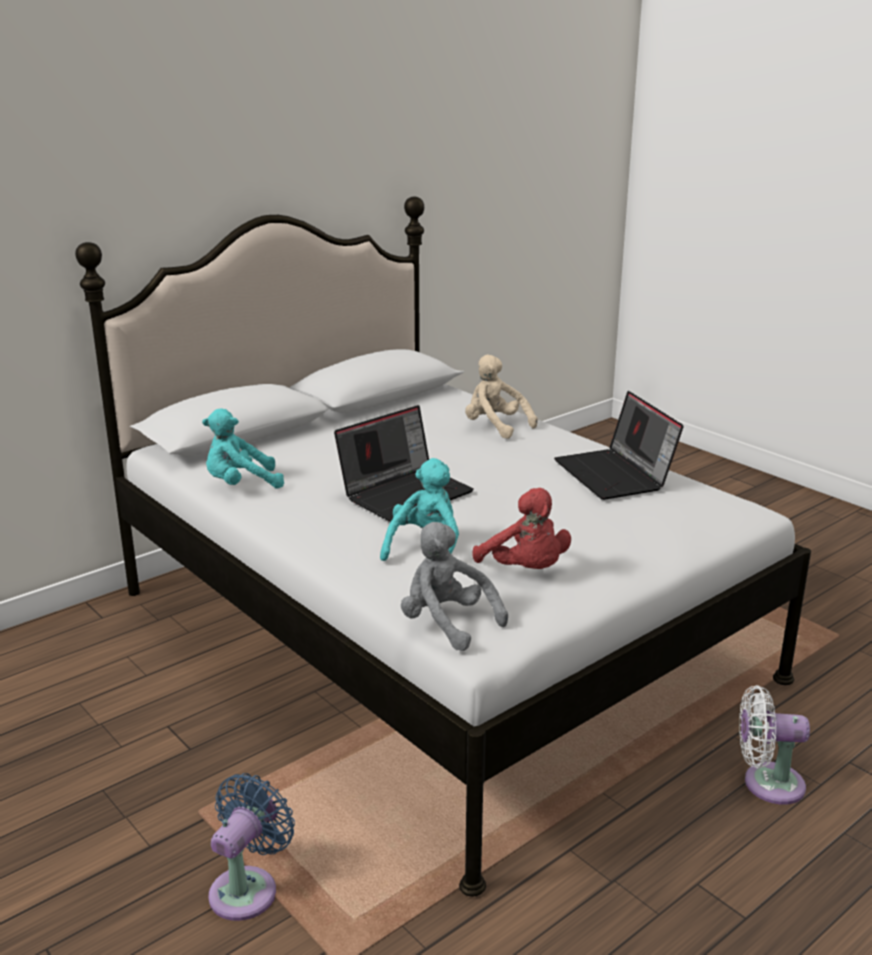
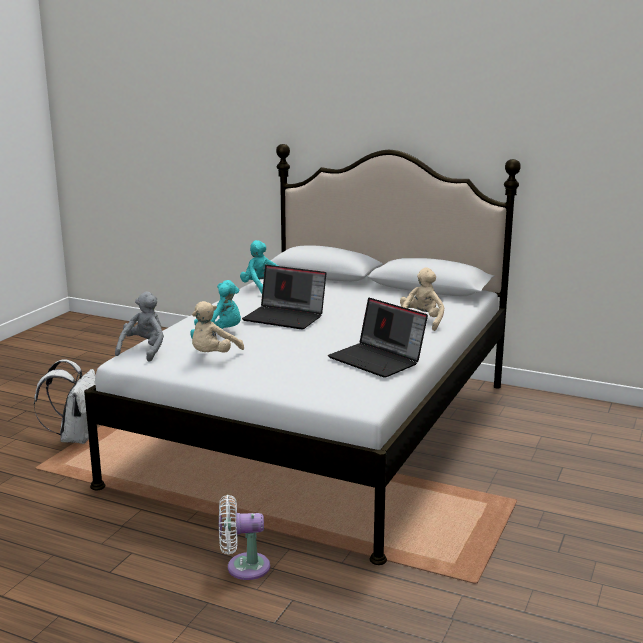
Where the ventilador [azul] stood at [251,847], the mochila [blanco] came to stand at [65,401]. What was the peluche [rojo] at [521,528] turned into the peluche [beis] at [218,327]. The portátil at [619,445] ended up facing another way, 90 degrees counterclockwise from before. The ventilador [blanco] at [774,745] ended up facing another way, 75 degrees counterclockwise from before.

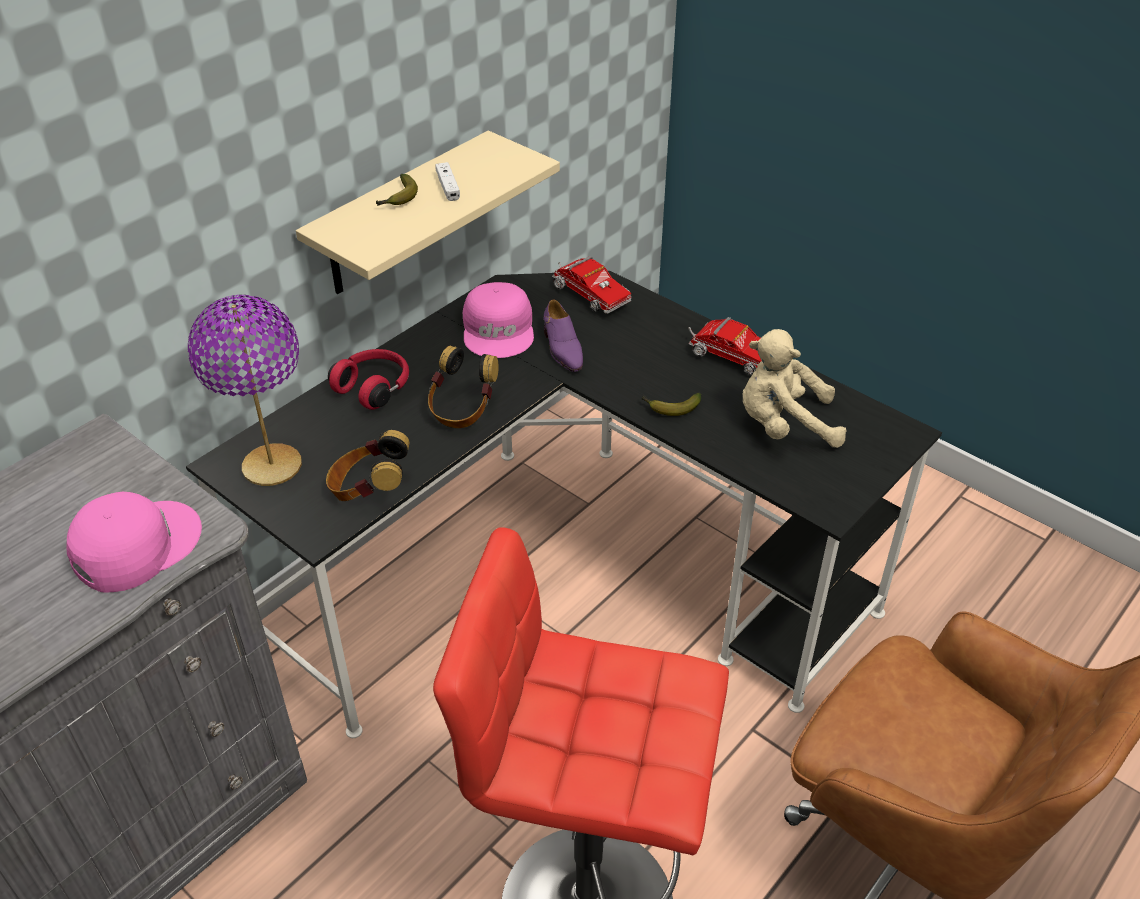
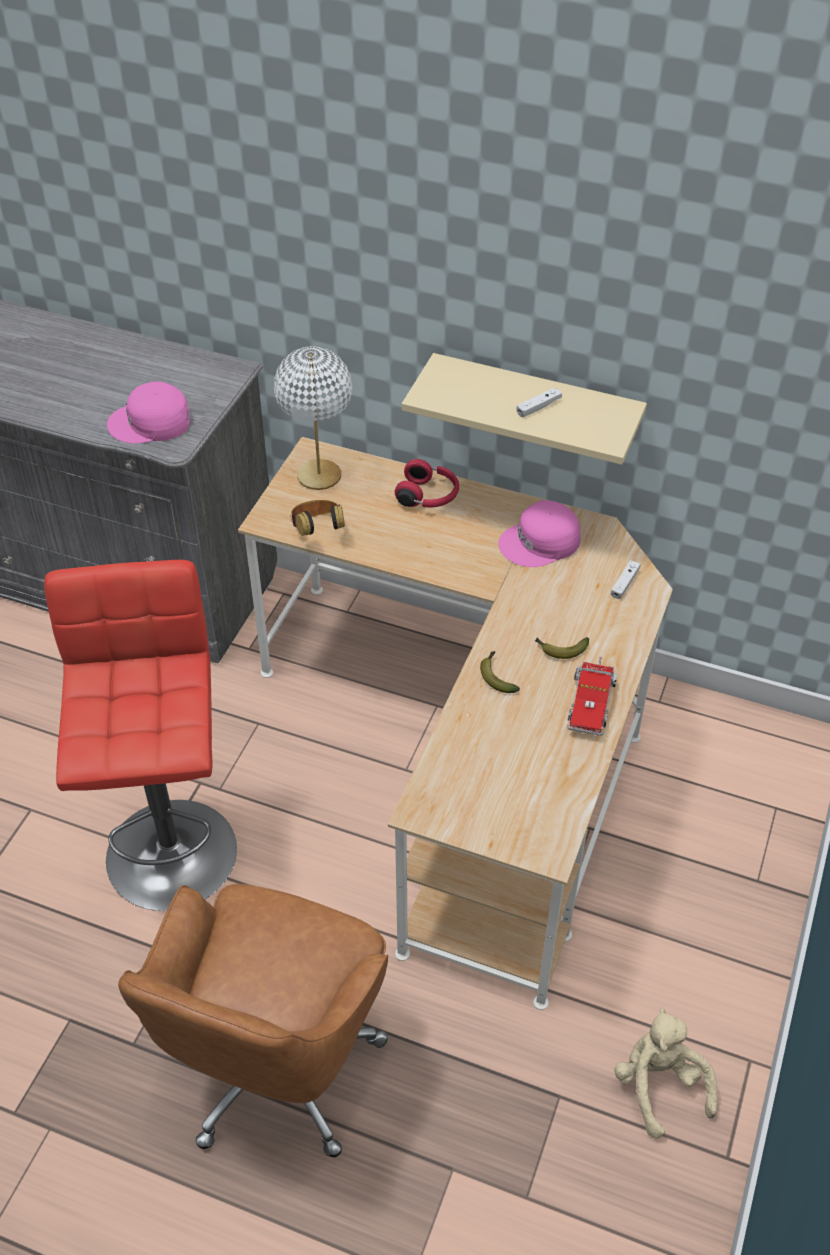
The second view lost the auriculares at [463,387]. The second view lost the zapato [morado] at [563,335]. The plátano ended up elsewhere, having gone from [397,190] to [562,648]. The peluche [beis] ended up elsewhere, having gone from [794,388] to [666,1073]. Where the camión de juguete stood at [591,285], the mando de consola [blanco] came to stand at [625,579]. What was the escritorio [negro] at [564,504] turned into the escritorio [beis] at [455,723]. What was the lámpara de mesa [morado] at [245,390] turned into the lámpara de mesa [blanco] at [313,418]. The gorra [rosa] at [134,542] ended up facing another way, 150 degrees clockwise from before.

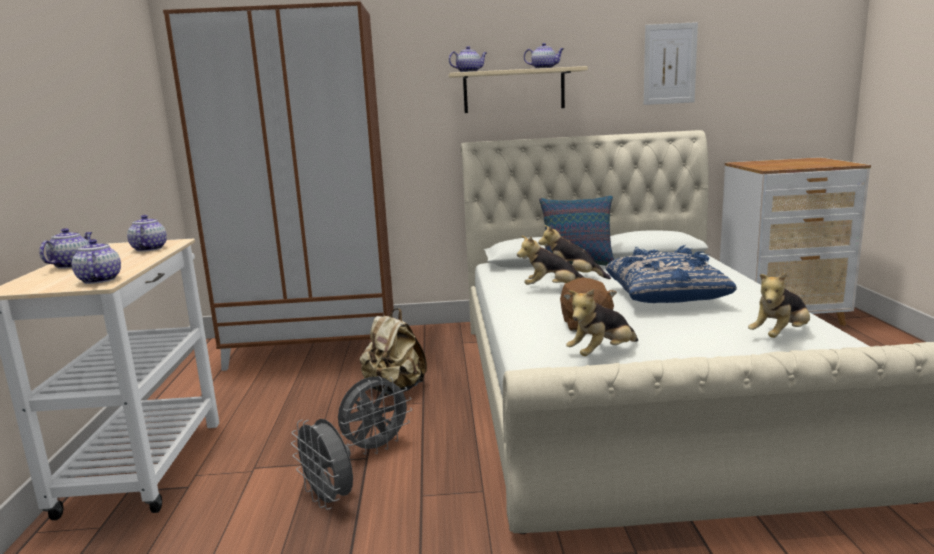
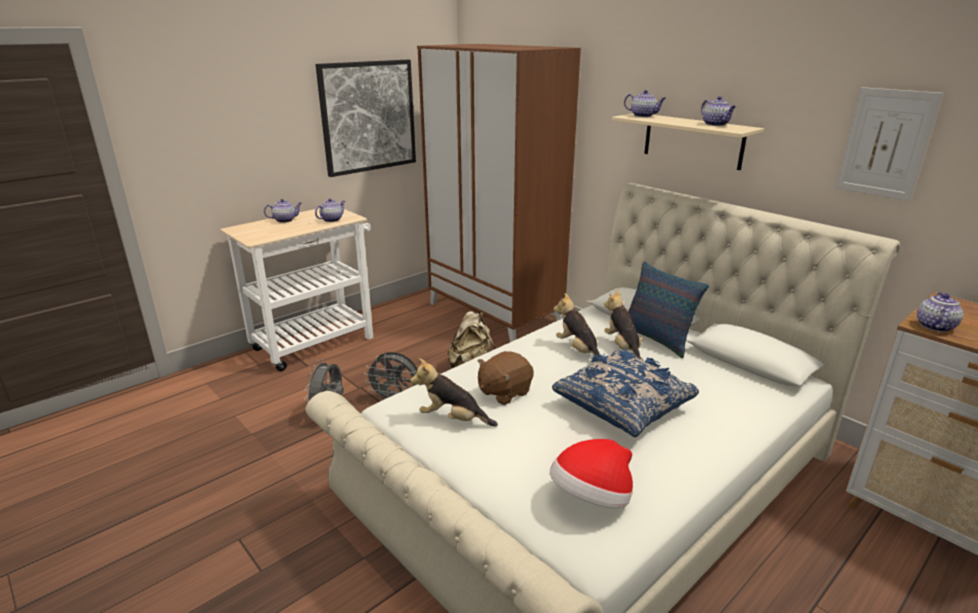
The second view gained the cuadro at [365,118]. The tetera ended up elsewhere, having gone from [96,261] to [940,312]. Where the peluche stood at [779,305], the sombrero came to stand at [591,473].

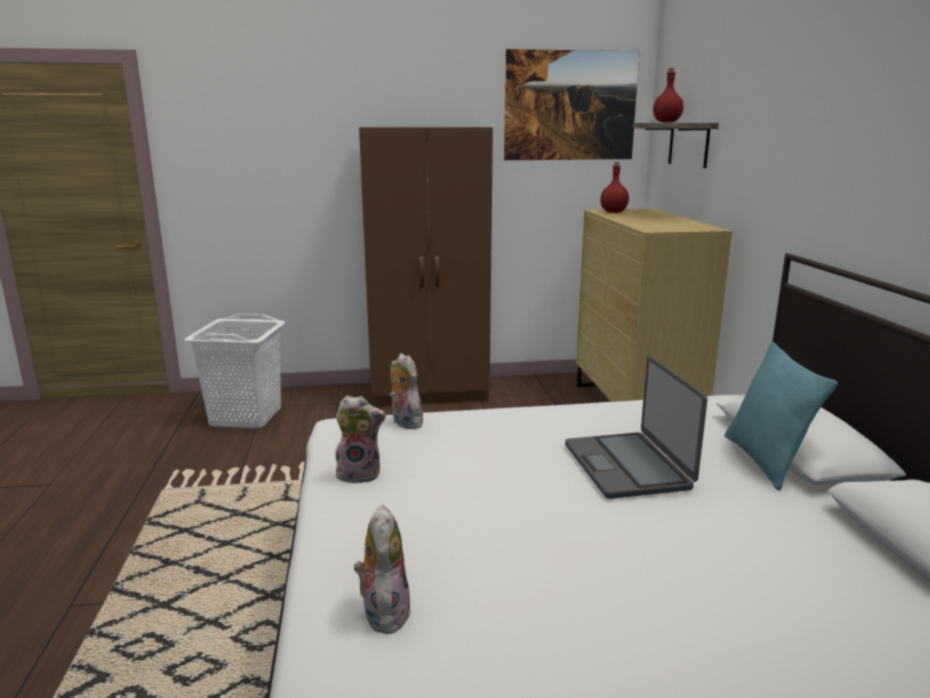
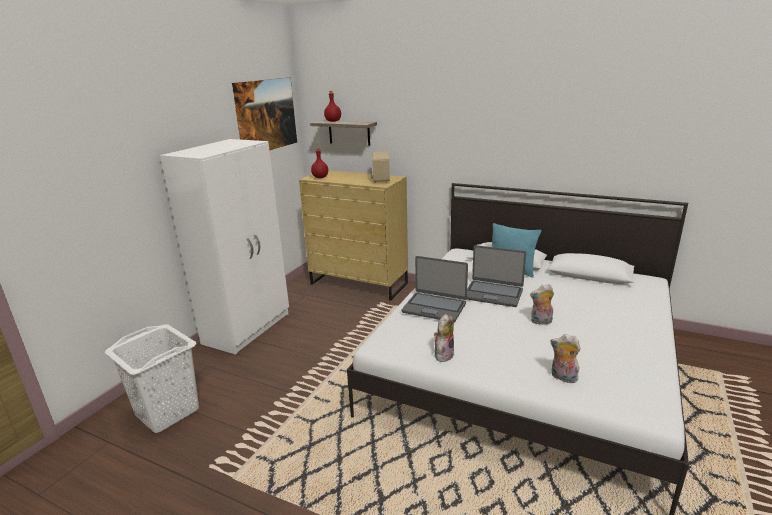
The second view gained the radio at [380,167]. The second view gained the portátil at [434,289]. The peluche ended up elsewhere, having gone from [406,391] to [542,304]. What was the armario ropero [marrón] at [426,267] turned into the armario ropero [blanco] at [224,247].

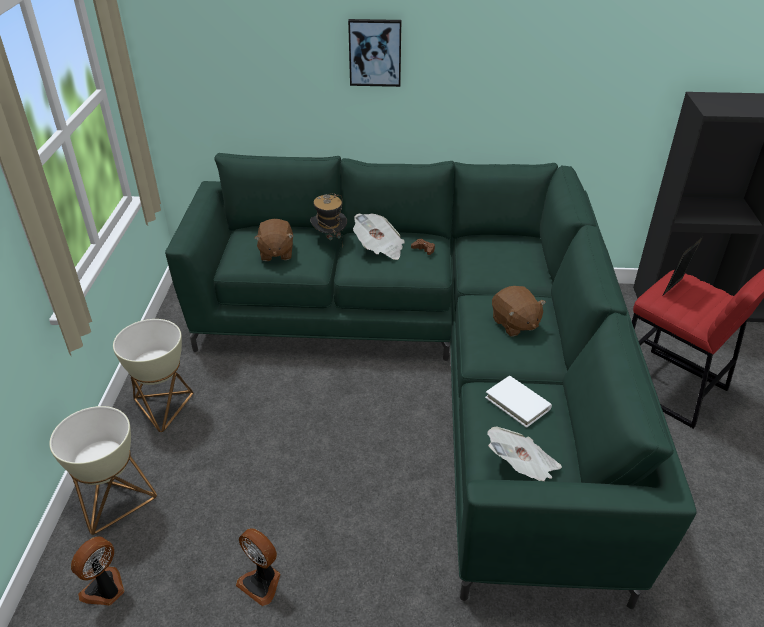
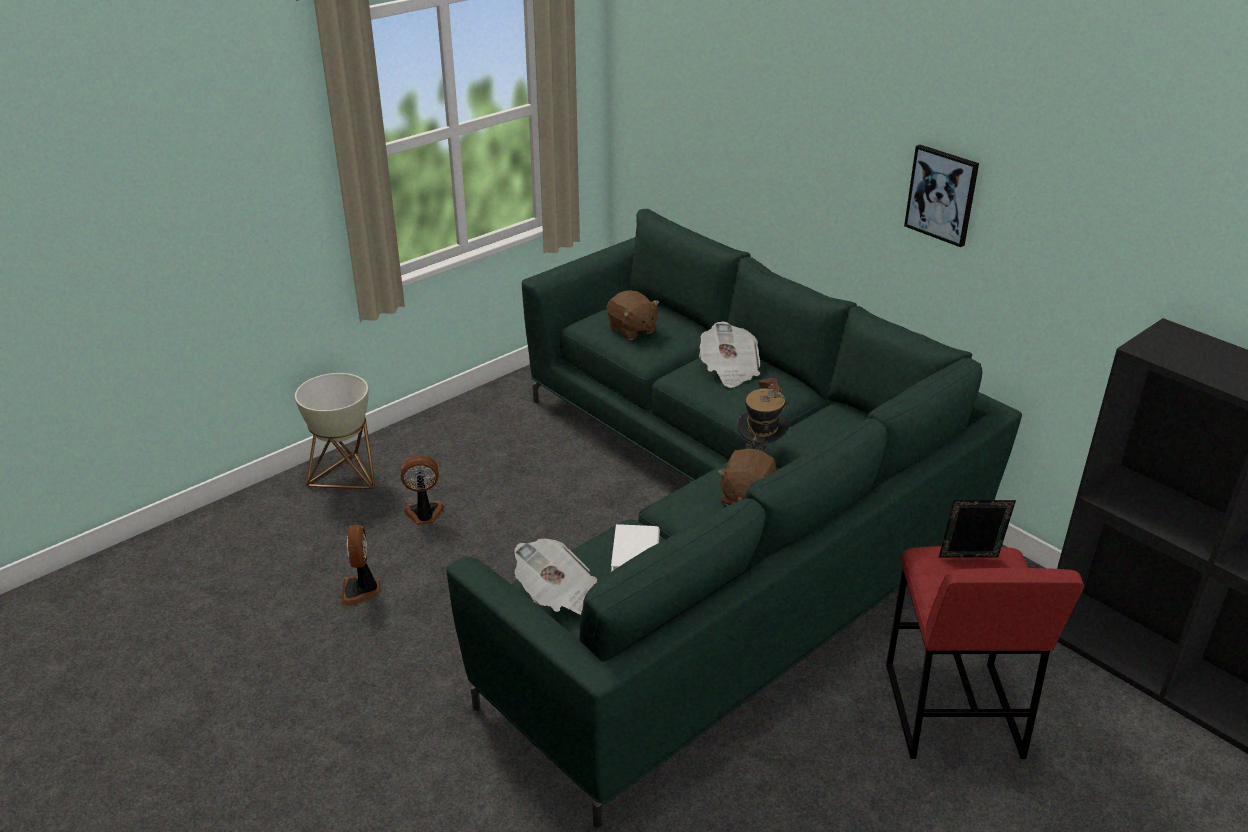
The second view lost the maceta at [153,375]. The ventilador ended up elsewhere, having gone from [98,570] to [423,490]. The sombrero ended up elsewhere, having gone from [328,216] to [763,419]. The cuadro ended up elsewhere, having gone from [374,53] to [941,196]. The peluche [marrón] at [274,240] ended up facing another way, 75 degrees counterclockwise from before.

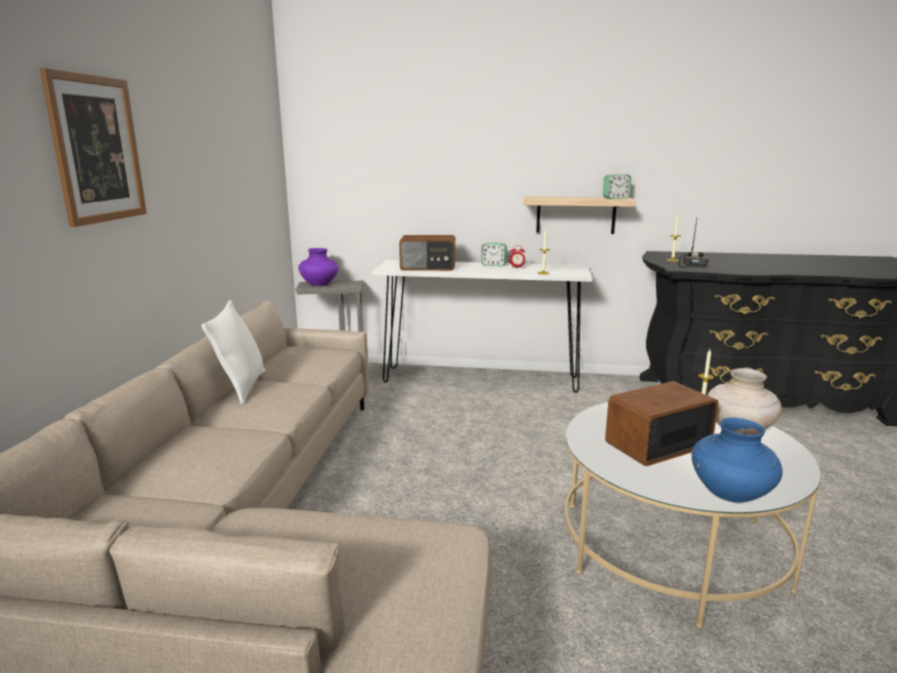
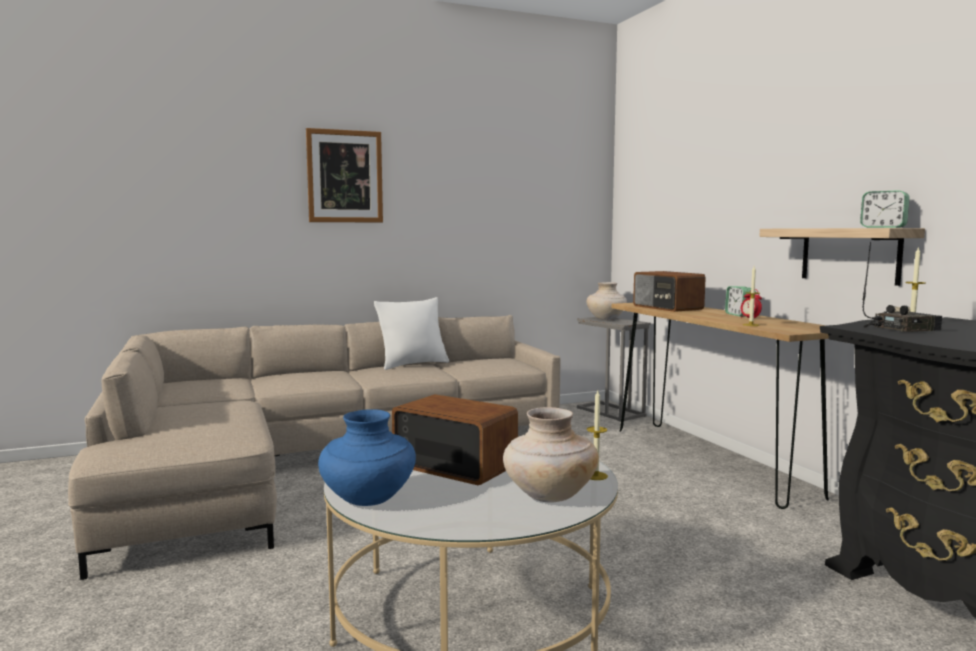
What was the florero [morado] at [318,267] turned into the florero [beis] at [607,301]. What was the mesa consola [blanco] at [482,326] turned into the mesa consola [marrón] at [720,406].

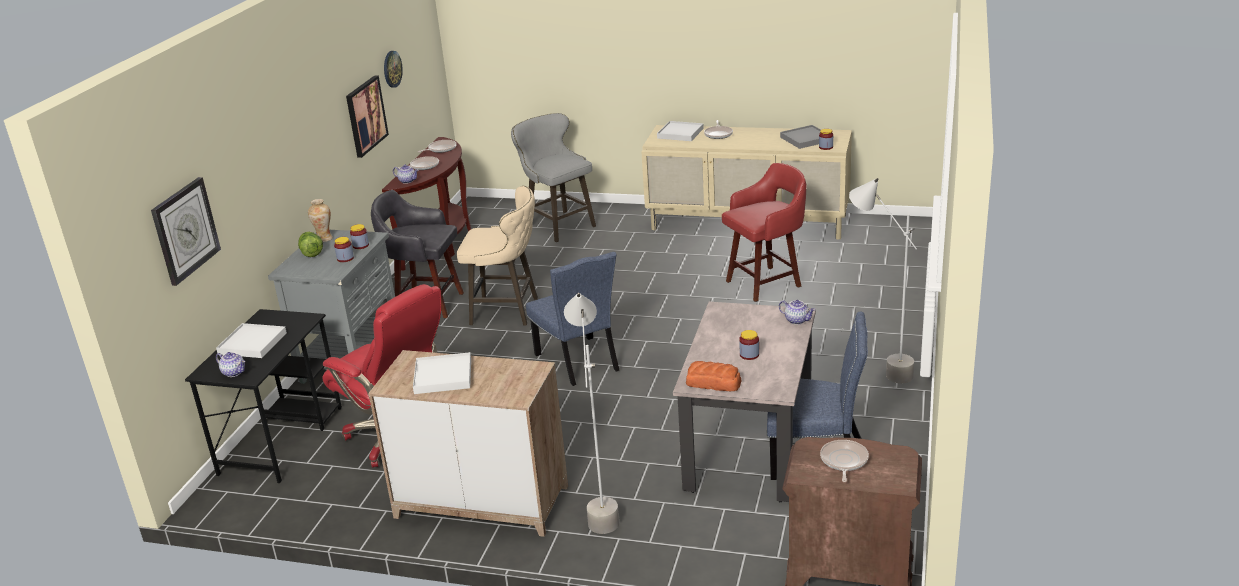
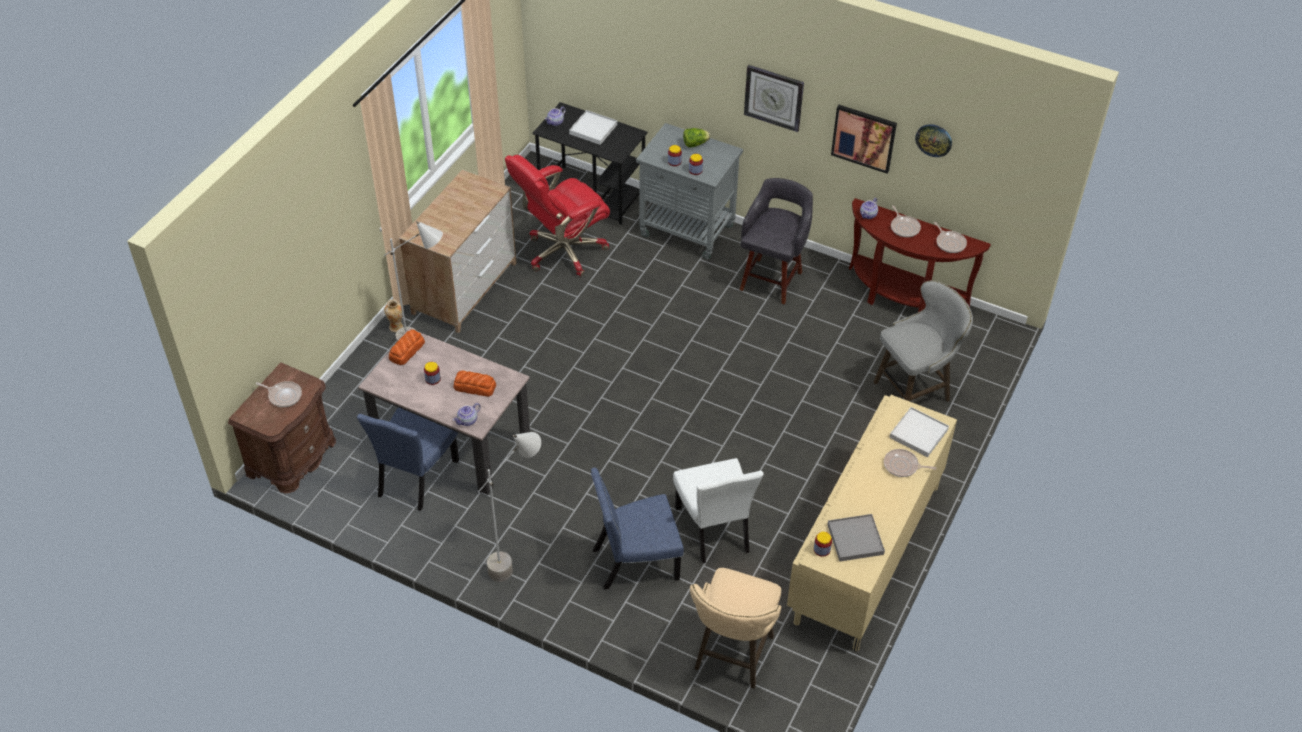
The second view lost the bandeja [blanco] at [442,373]. The second view gained the pan at [475,384]. The reloj de pared ended up elsewhere, having gone from [186,231] to [774,98]. The florero ended up elsewhere, having gone from [320,220] to [393,315]. The taburete [beis] ended up elsewhere, having gone from [497,256] to [735,628]. The silla [azul] ended up elsewhere, having gone from [572,319] to [637,528]. Where the taburete [rojo] stood at [764,232], the silla [blanco] came to stand at [718,510].

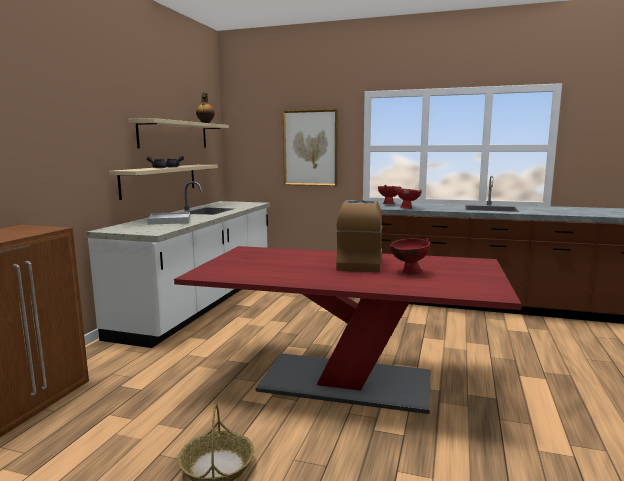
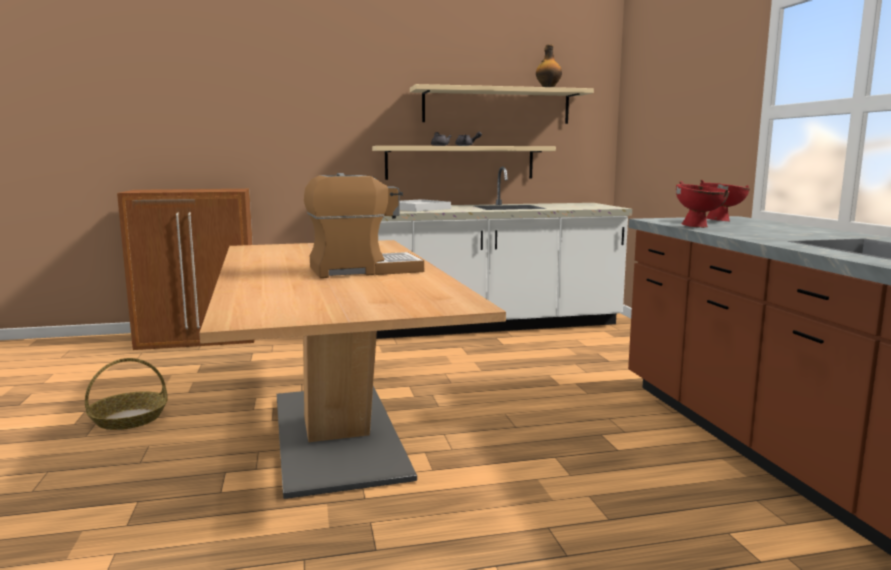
The second view lost the cuadro at [310,147]. The second view lost the cuenco [rojo] at [410,256]. What was the mesa de comedor [rojo] at [347,330] turned into the mesa de comedor [beis] at [352,369].

